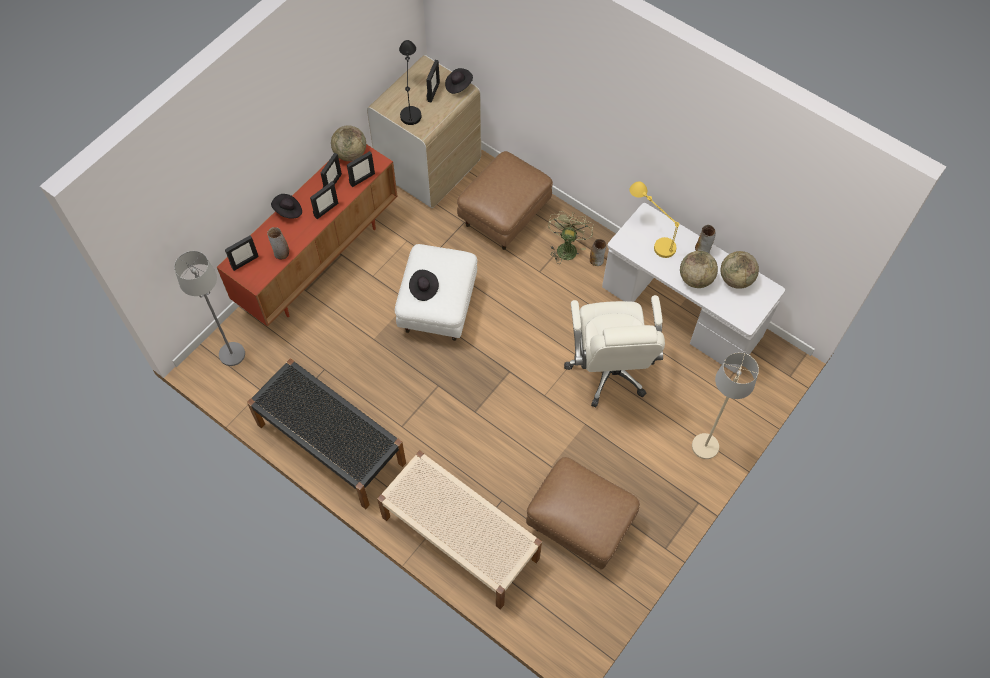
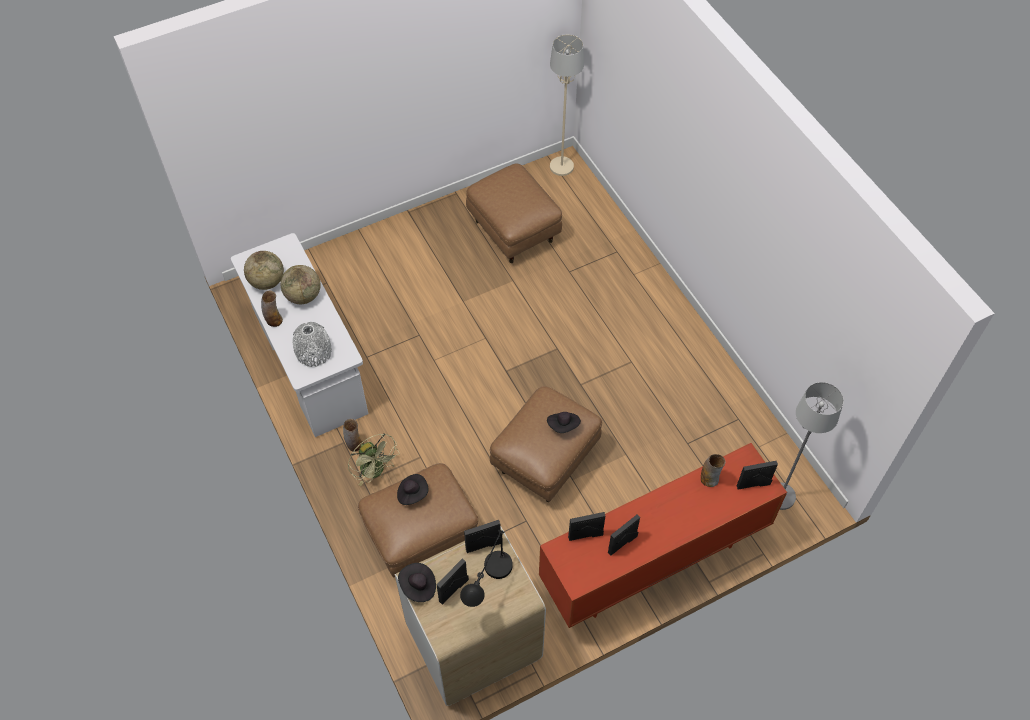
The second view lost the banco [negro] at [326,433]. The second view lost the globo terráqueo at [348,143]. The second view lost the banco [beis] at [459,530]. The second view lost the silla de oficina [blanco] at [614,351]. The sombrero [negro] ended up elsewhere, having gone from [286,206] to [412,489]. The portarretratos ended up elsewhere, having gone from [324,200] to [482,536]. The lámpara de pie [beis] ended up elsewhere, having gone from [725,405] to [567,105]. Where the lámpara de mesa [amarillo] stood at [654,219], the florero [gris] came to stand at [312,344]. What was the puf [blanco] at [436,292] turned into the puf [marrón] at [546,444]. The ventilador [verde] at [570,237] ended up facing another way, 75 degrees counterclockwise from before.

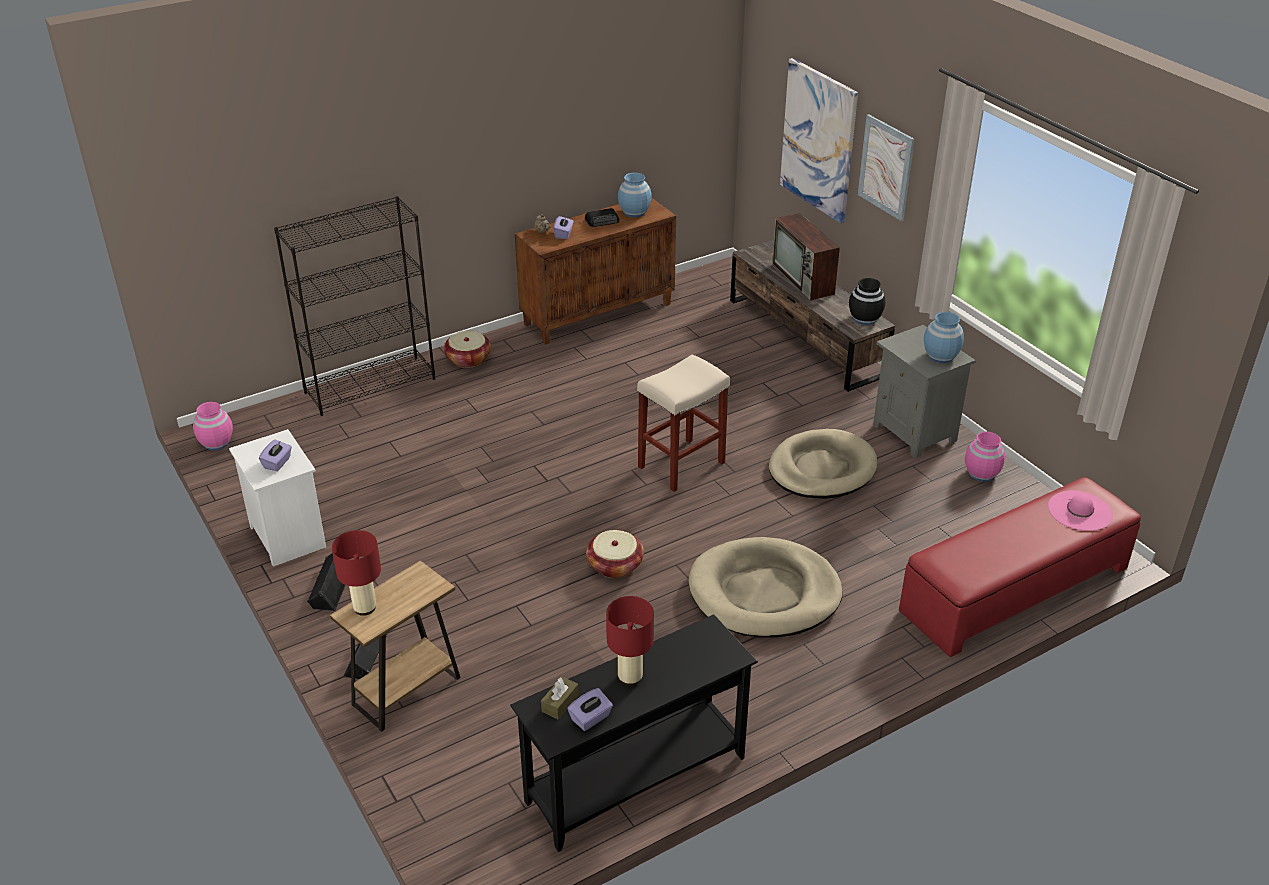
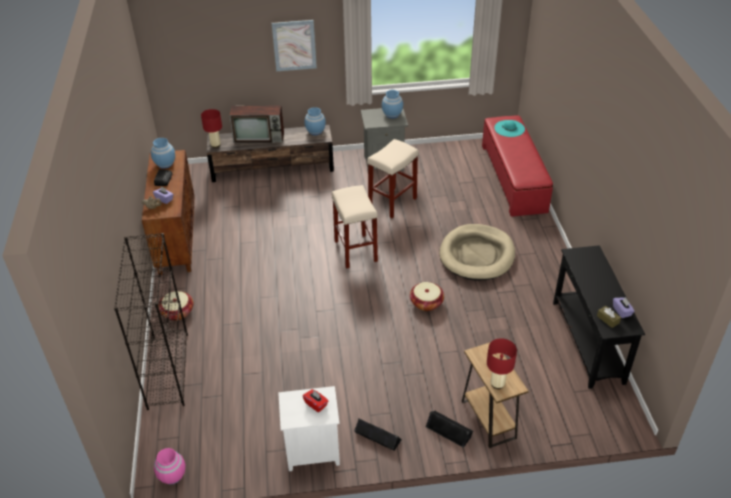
The second view lost the cuadro at [819,140]. The second view lost the florero [rosa] at [985,456]. The lámpara de mesa [rojo] ended up elsewhere, having gone from [630,641] to [211,128]. Where the cama para perro [beis] stood at [823,464], the taburete [beis] came to stand at [393,178]. What was the caja de pañuelos [morado] at [275,455] turned into the caja de pañuelos [rojo] at [315,401]. What was the florero [negro] at [867,301] turned into the florero [azul] at [315,121]. What was the sombrero [rosa] at [1080,510] turned into the sombrero [turquesa] at [509,128].

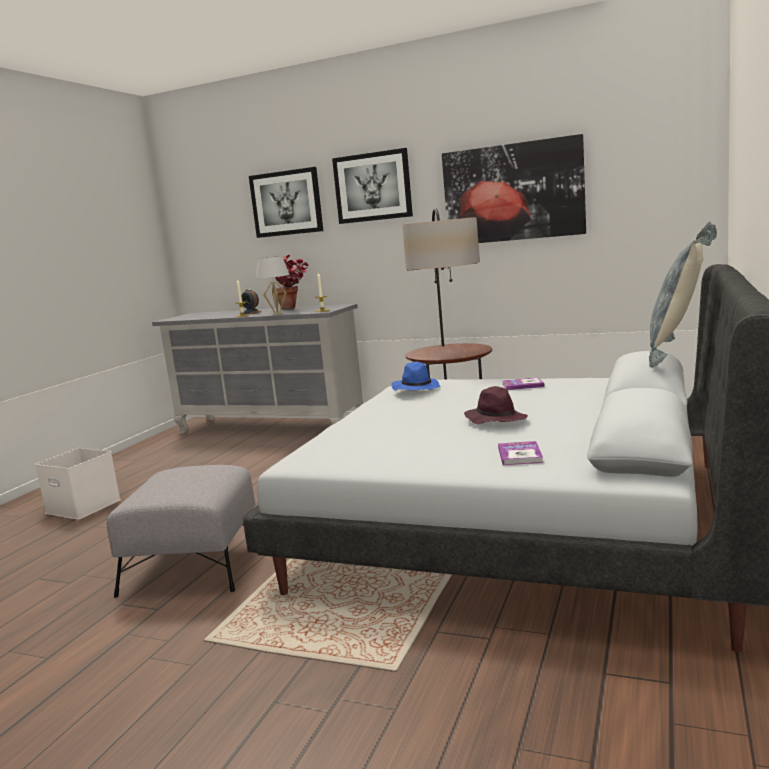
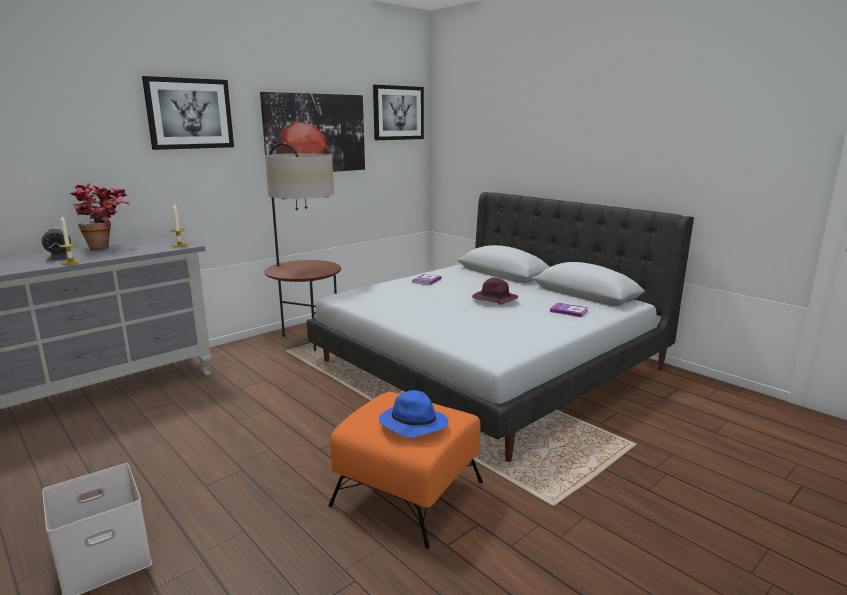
The second view lost the lámpara de mesa [blanco] at [273,285]. The second view lost the cojín at [683,295]. The cuadro ended up elsewhere, having gone from [286,202] to [398,112]. The sombrero [azul] ended up elsewhere, having gone from [415,376] to [414,414]. What was the puf [gris] at [181,531] turned into the puf [naranja] at [405,470].

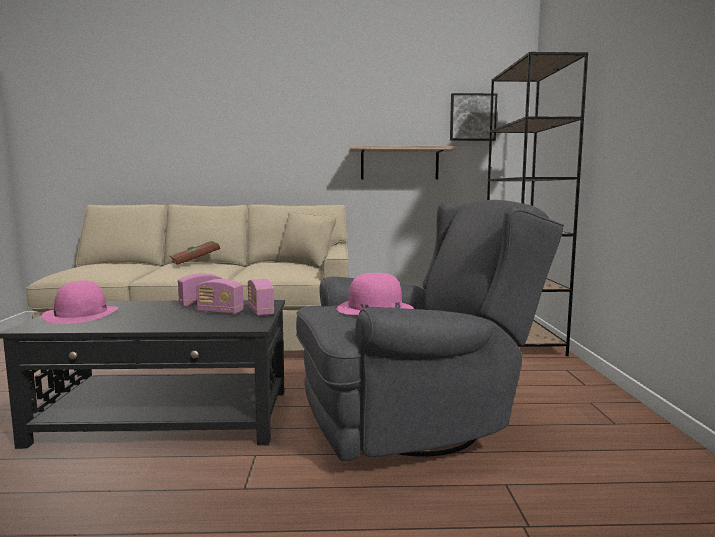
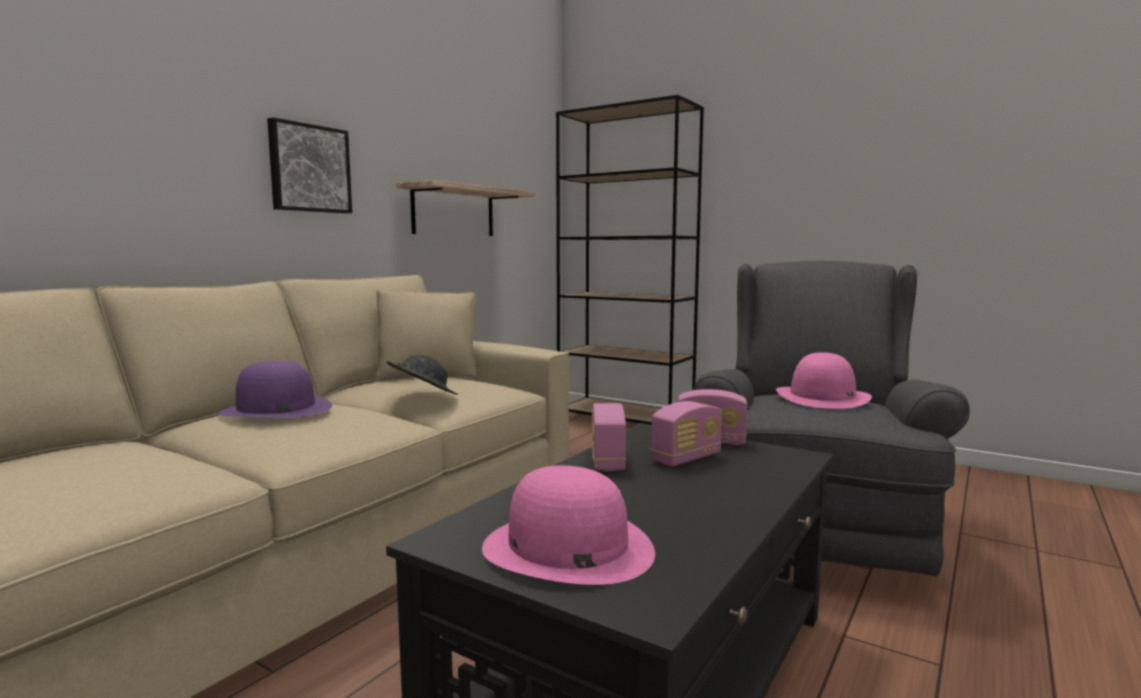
The second view gained the sombrero [gris] at [422,375]. The cuadro ended up elsewhere, having gone from [473,117] to [309,165]. Where the libro [marrón] stood at [195,252], the sombrero [morado] came to stand at [275,389].

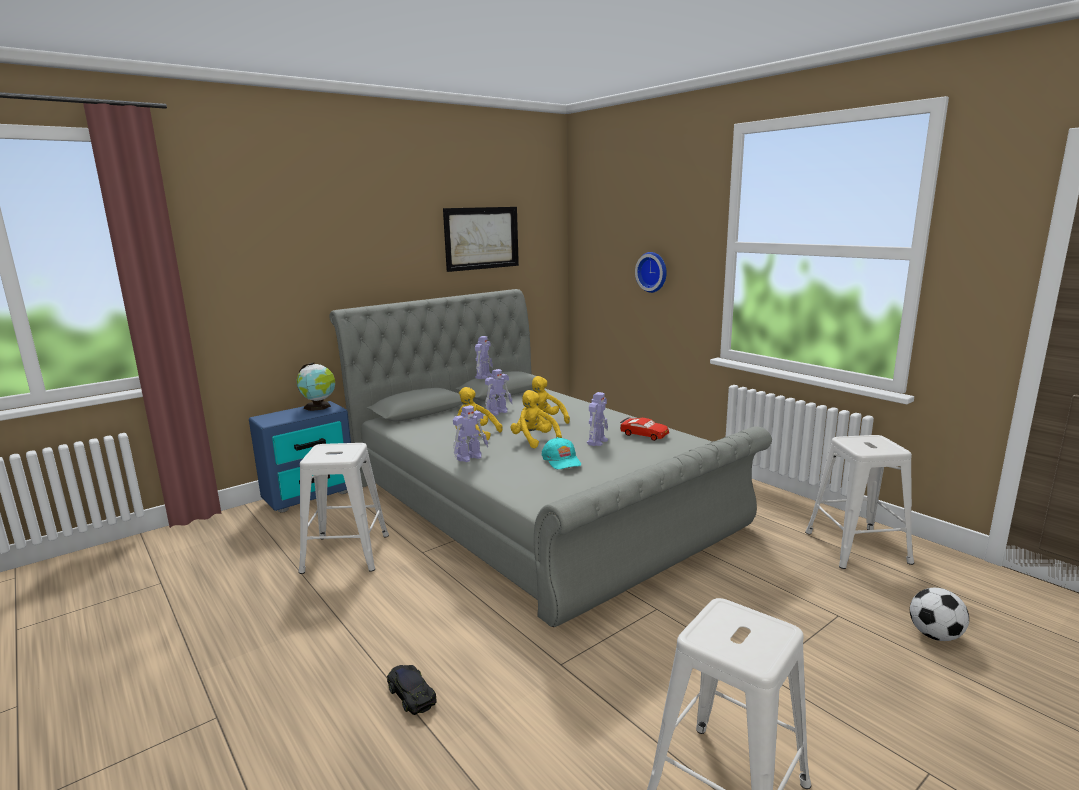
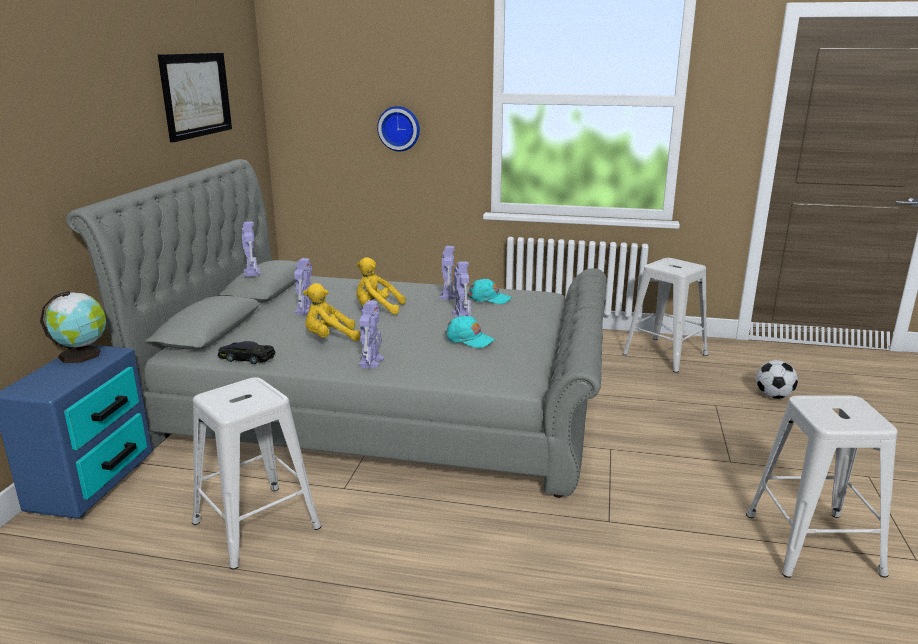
The second view lost the peluche [amarillo] at [536,419]. The second view gained the robot de juguete at [448,273]. The coche de juguete [negro] ended up elsewhere, having gone from [412,690] to [246,352]. Where the coche de juguete [rojo] stood at [644,429], the gorra [turquesa] came to stand at [489,291].

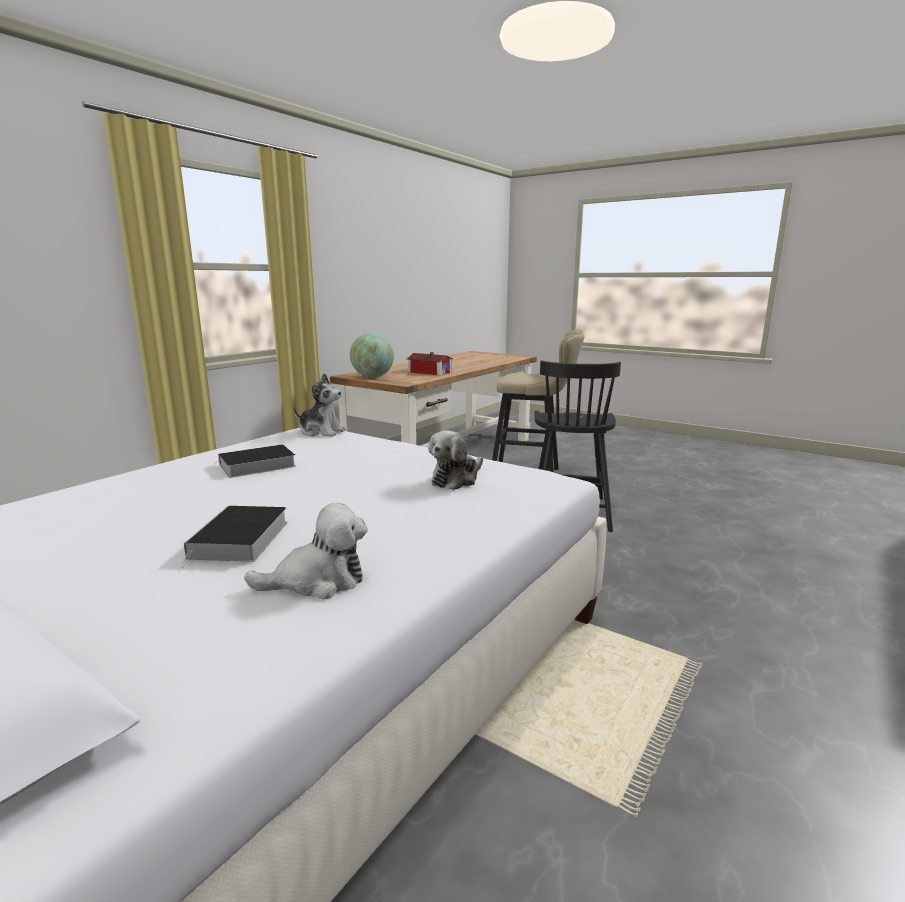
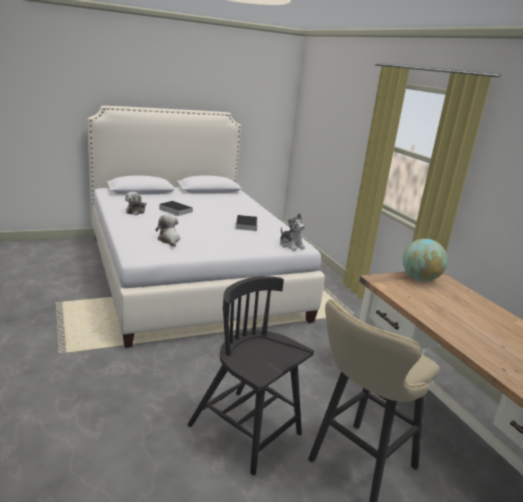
The second view lost the casita at [429,363]. The peluche at [319,405] ended up facing another way, 90 degrees counterclockwise from before.

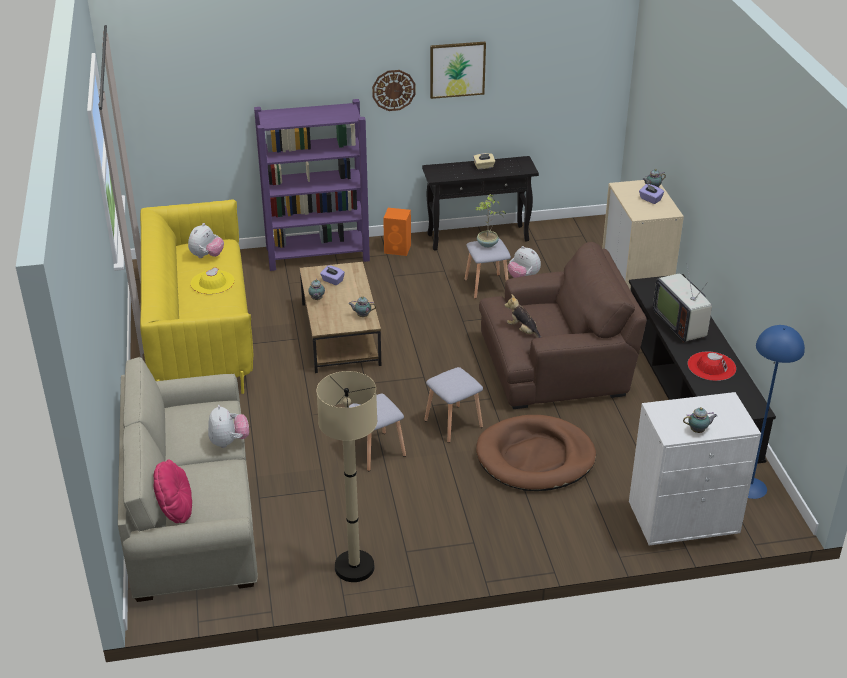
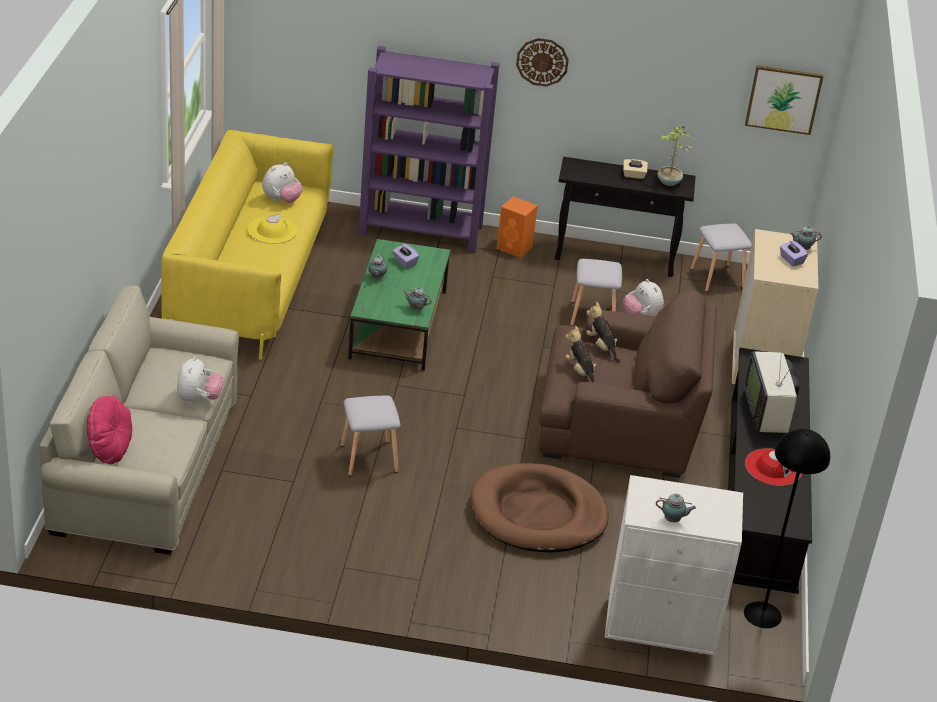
The second view lost the lámpara de pie [beis] at [347,476]. The second view gained the peluche at [603,332]. The taburete [gris] ended up elsewhere, having gone from [453,405] to [721,257]. The cuadro ended up elsewhere, having gone from [458,70] to [784,100]. The planta en maceta ended up elsewhere, having gone from [490,221] to [675,155]. What was the mesa de centro [marrón] at [340,317] turned into the mesa de centro [verde] at [399,305]. What was the lámpara de pie [azul] at [776,412] turned into the lámpara de pie [negro] at [787,528].

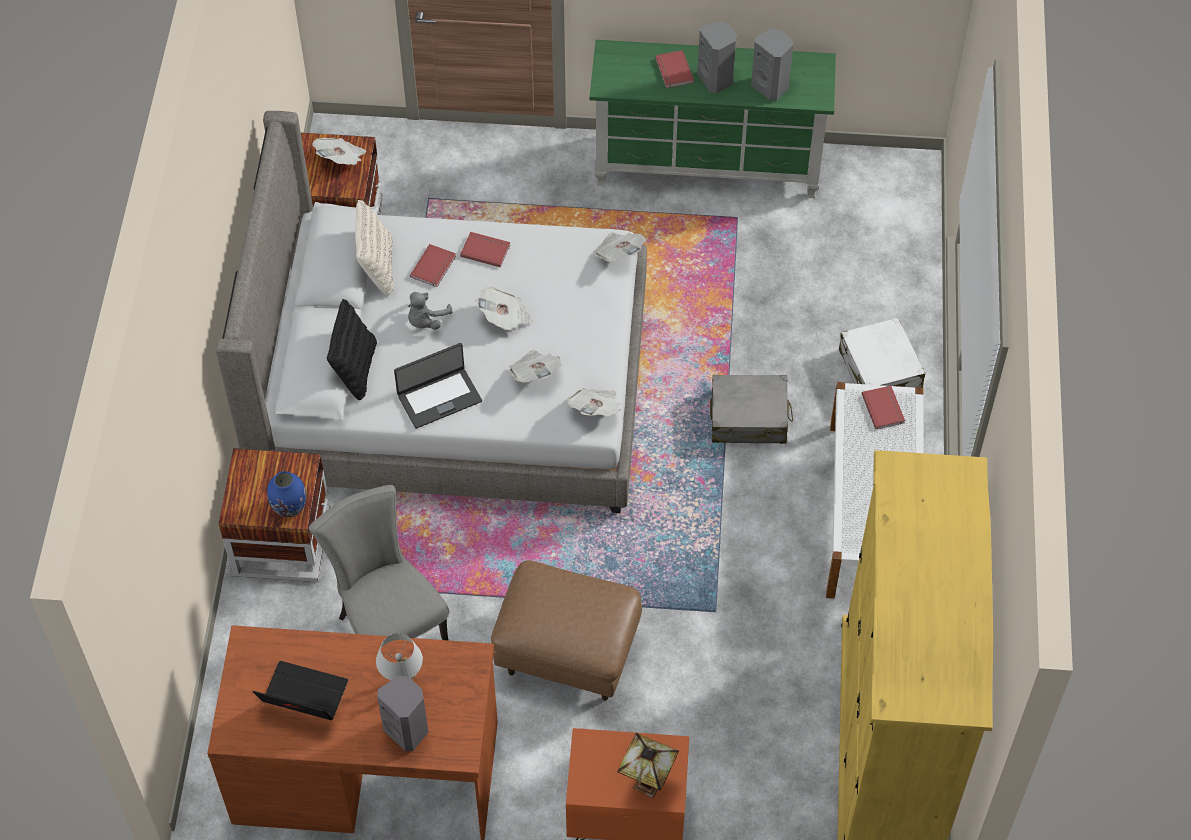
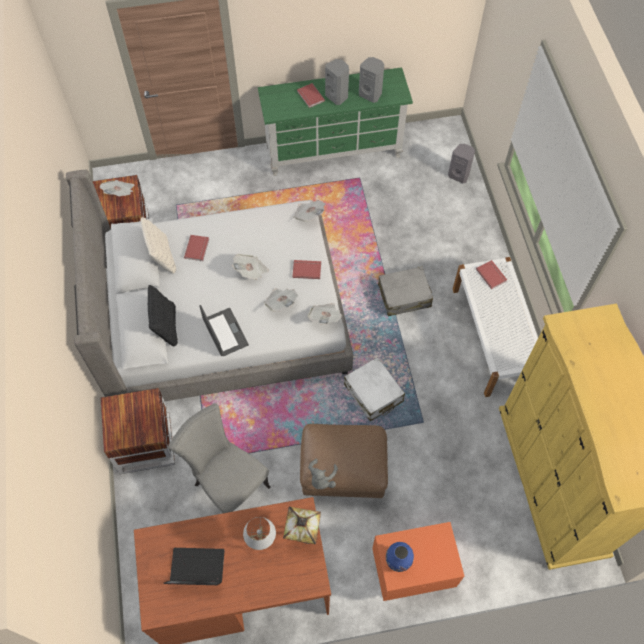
The florero [azul] ended up elsewhere, having gone from [286,494] to [400,557]. The altavoz [gris] ended up elsewhere, having gone from [402,713] to [461,163]. The peluche [gris] ended up elsewhere, having gone from [430,311] to [323,473]. The libro [rojo] ended up elsewhere, having gone from [485,249] to [306,269]. The lámpara de mesa ended up elsewhere, having gone from [648,765] to [302,525]. The maleta [blanco] ended up elsewhere, having gone from [882,352] to [374,389]. The portátil at [438,386] ended up facing another way, 75 degrees counterclockwise from before.

